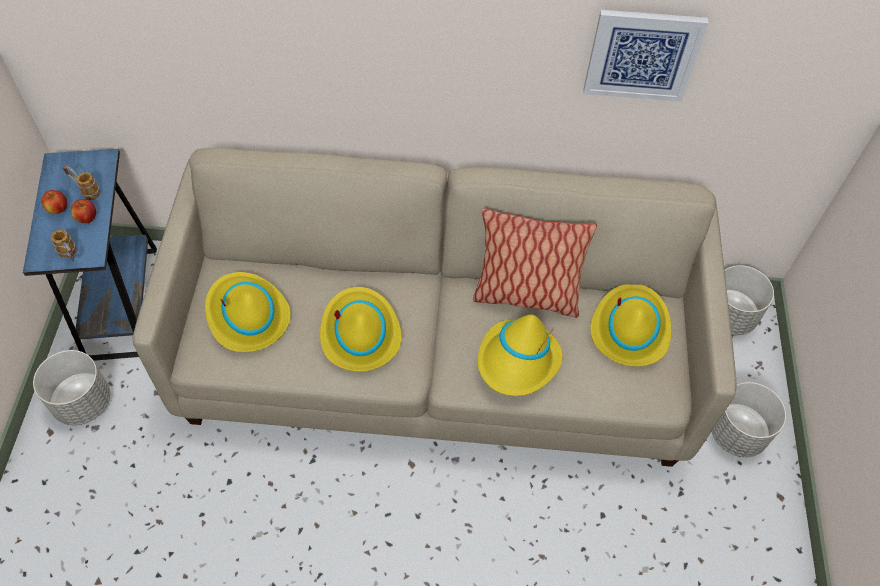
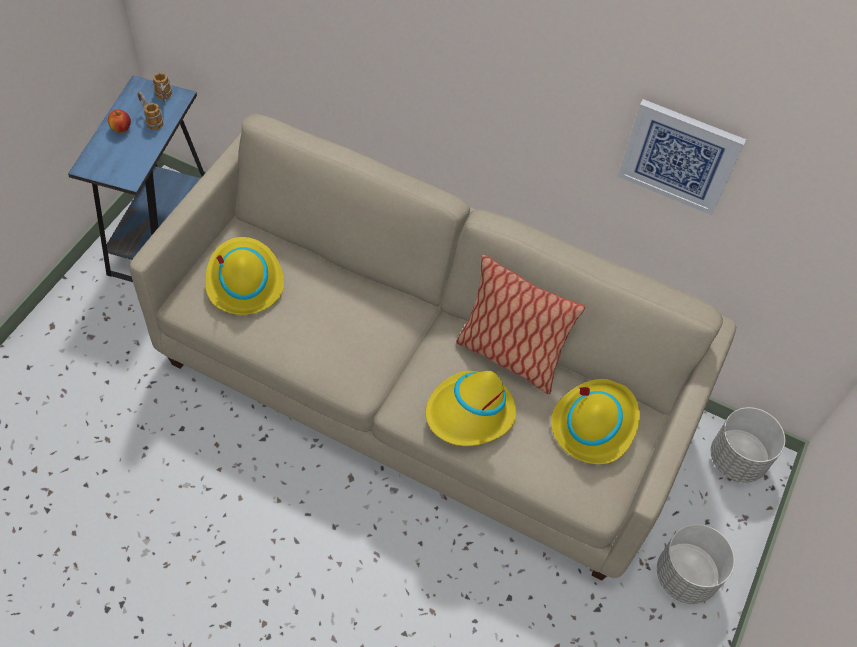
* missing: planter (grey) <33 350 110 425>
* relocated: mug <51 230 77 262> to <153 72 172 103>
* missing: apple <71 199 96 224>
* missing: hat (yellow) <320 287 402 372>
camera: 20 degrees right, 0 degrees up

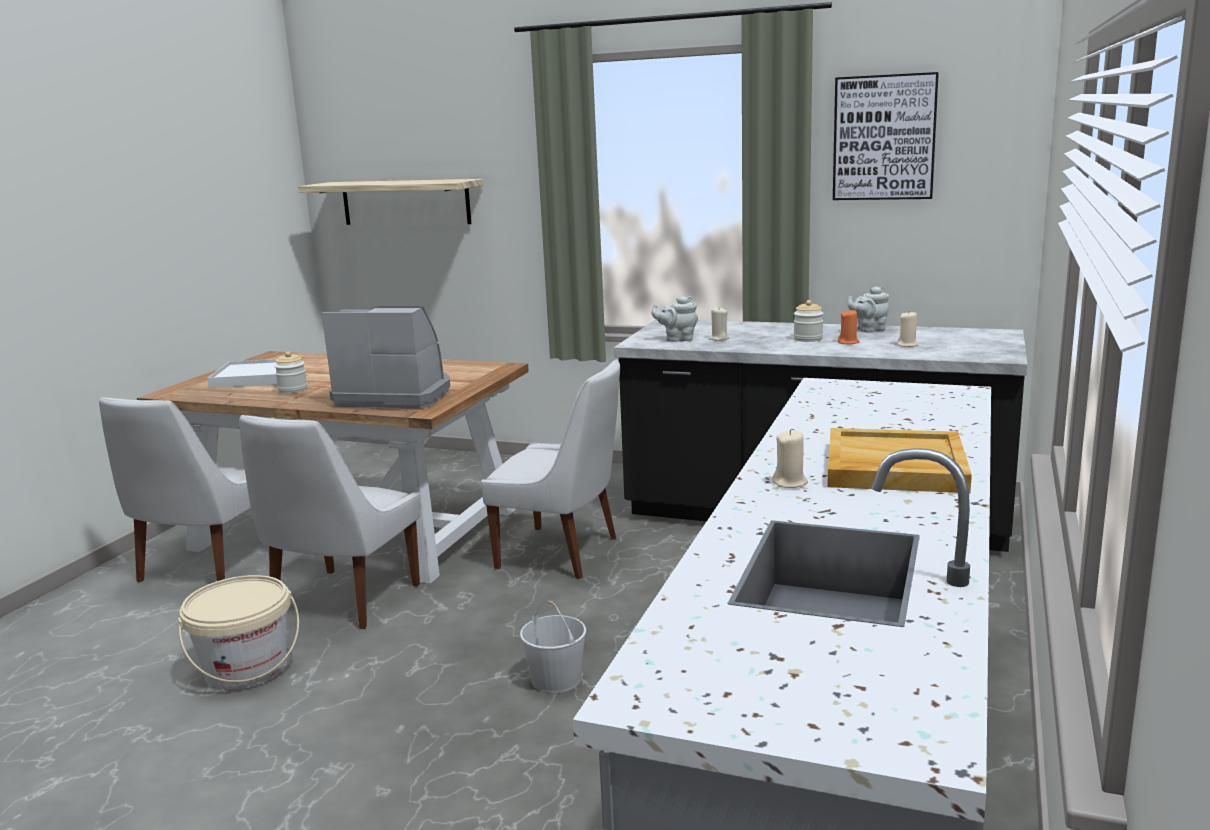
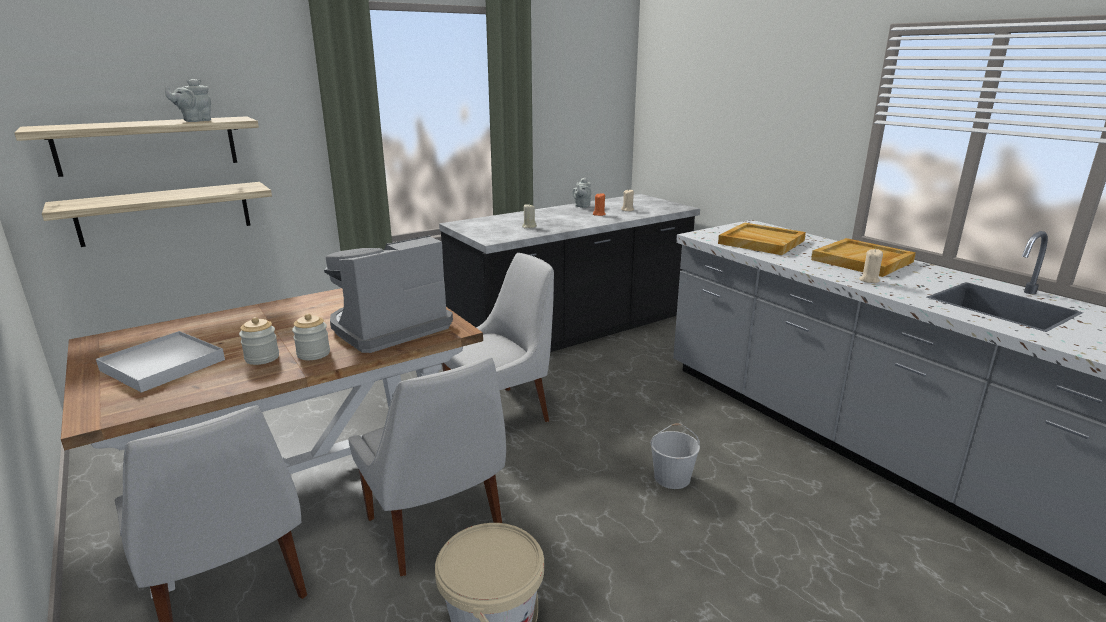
* relocated: teapot (grey) <651 296 698 342> to <165 79 211 122>
* relocated: jar <794 300 824 342> to <292 313 330 360>
* missing: picture <833 72 939 200>
* appeared: shelf <42 182 272 247>
* appeared: tray (beige) <718 223 806 255>
camera: 55 degrees left, 5 degrees up

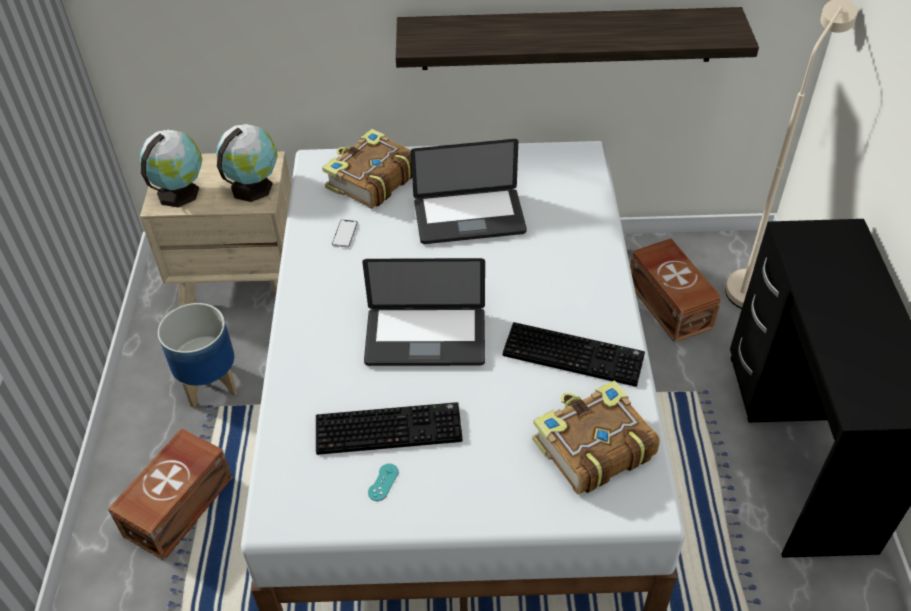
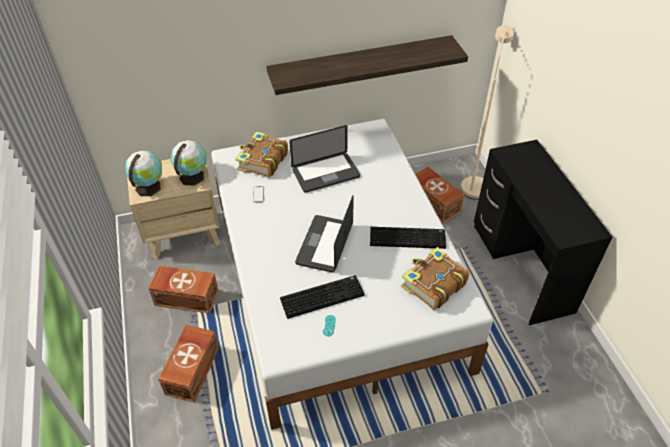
* exchanged: planter <158 303 238 408> to storage box (brown) <148 266 219 314>
* spun: laptop <362 258 485 366> = <295 195 354 273> 120 degrees clockwise
camera: 15 degrees left, 0 degrees up

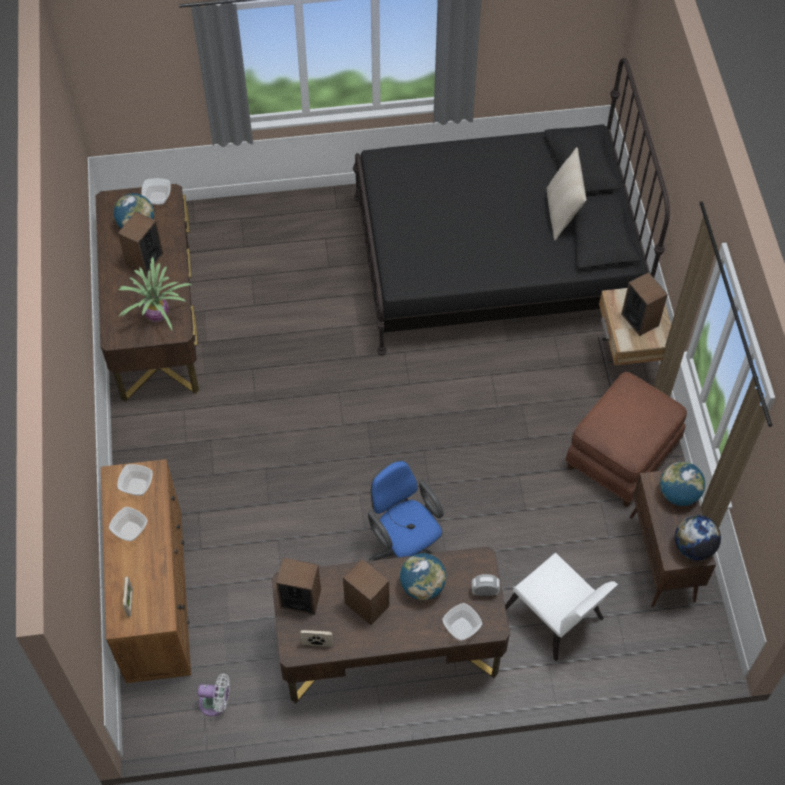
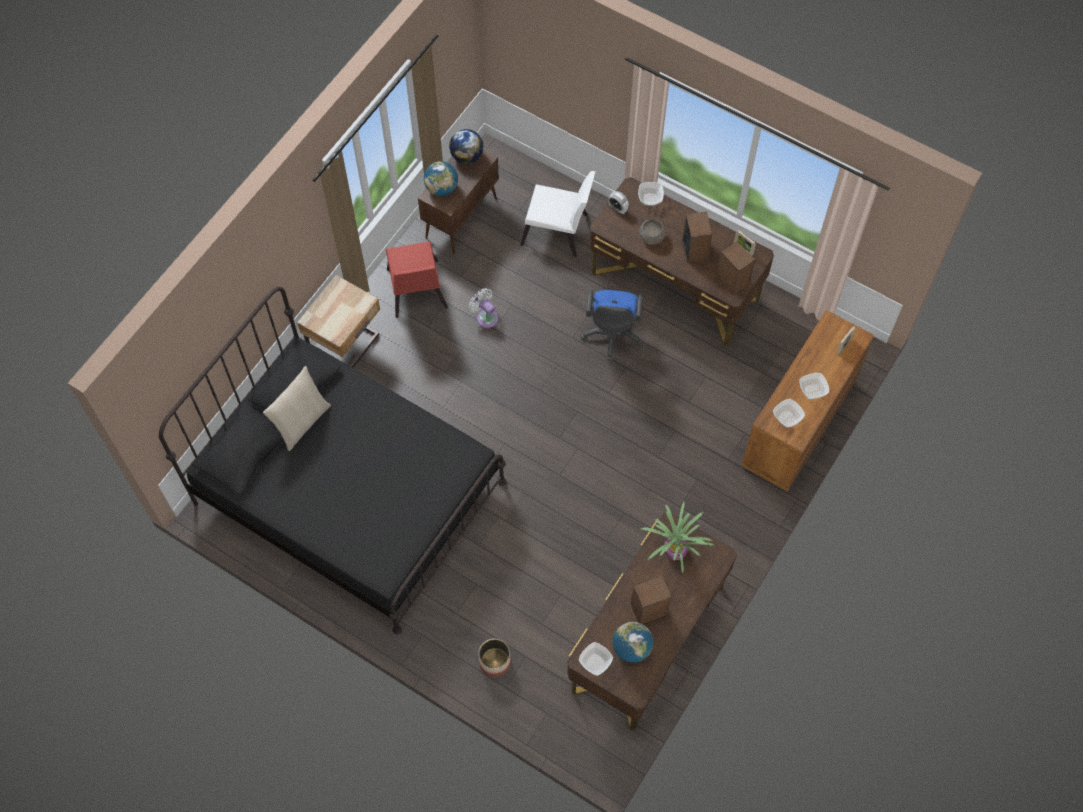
* relocated: fan (white) <198 674 230 716> to <469 288 498 328>
* exchanged: globe <400 553 446 600> to bowl (grey) <639 220 666 245>
* spun: chair (white) <505 553 618 661> = <520 171 596 257> 105 degrees clockwise
* exchanged: ottoman (brown) <565 372 687 507> to chair (red) <386 241 448 318>
* missing: speaker <621 272 668 336>
* appeared: planter <478 639 511 677>
camera: 140 degrees left, 5 degrees up

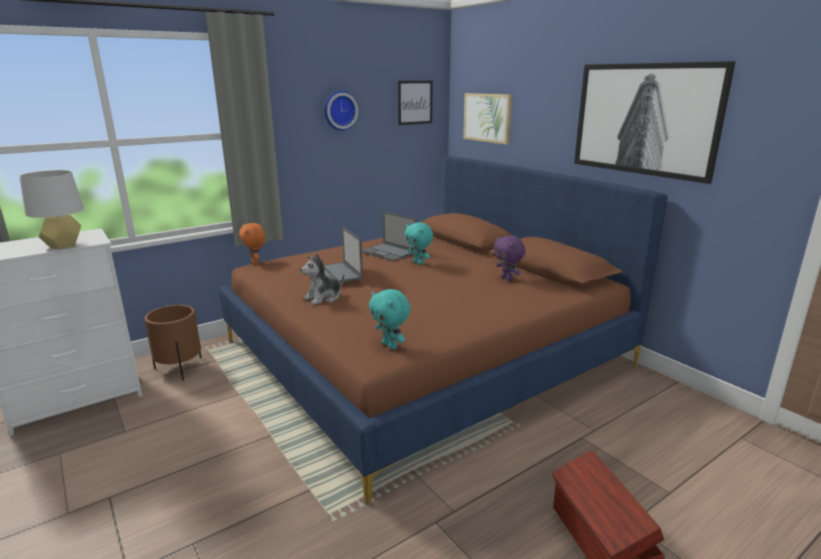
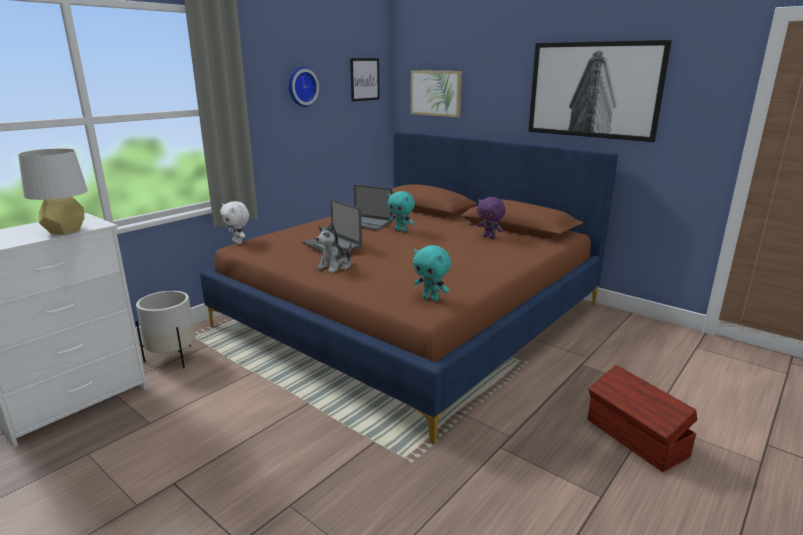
* colour: planter (brown) <145 305 201 381> to planter (white) <136 291 195 369>
* colour: plush toy (orange) <239 223 265 265> to plush toy (white) <220 201 249 244>
camera: 15 degrees left, 0 degrees up

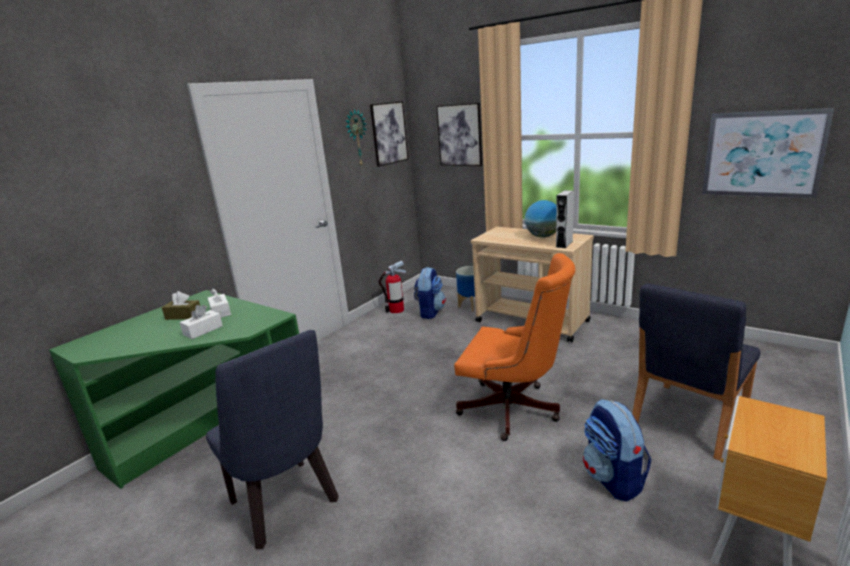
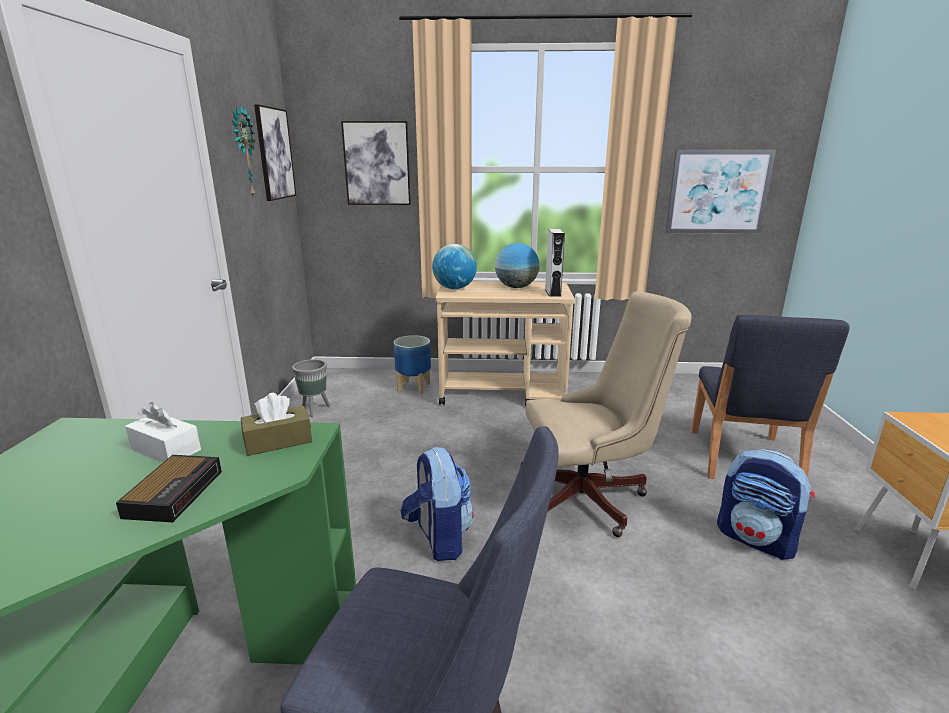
* relocated: tissue box (brown) <162 291 200 320> to <241 393 312 456>
* exchanged: tissue box (white) <180 305 223 339> to alarm clock <116 455 222 522>
* exchanged: fire extinguisher <378 261 406 313> to planter (grey) <292 359 330 417>
* relocated: backpack <414 267 446 319> to <401 447 474 561>
* colour: office chair (orange) <454 253 575 441> to office chair (beige) <521 291 692 537>
* appeared: globe <432 244 477 289>
camera: 35 degrees left, 0 degrees up

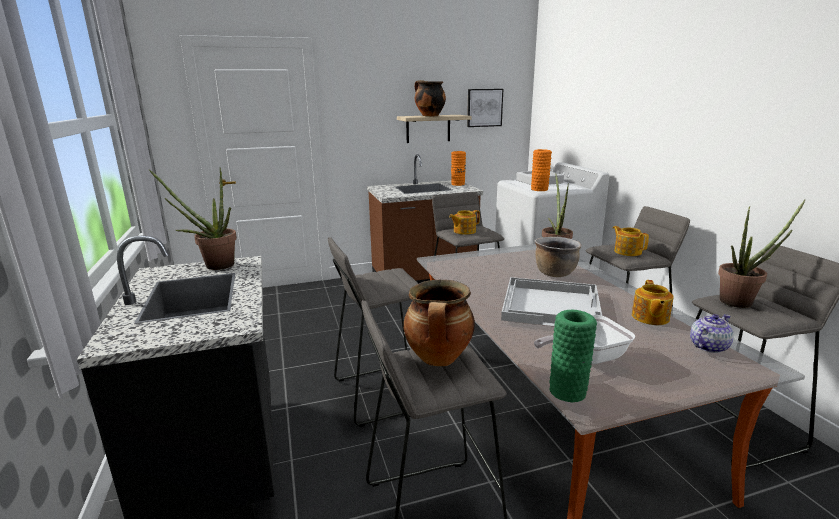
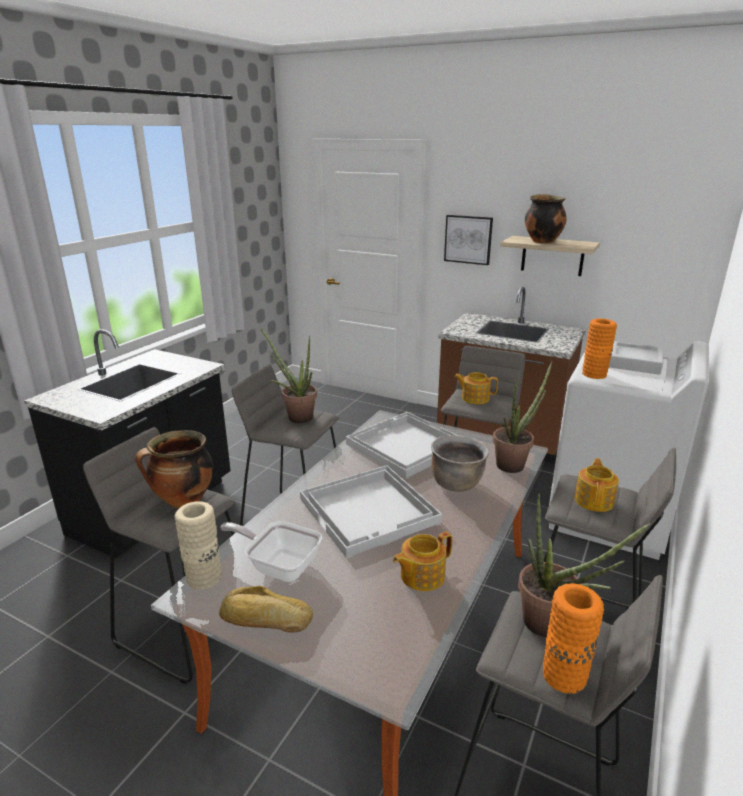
* relocated: potted plant <149 167 237 270> to <260 327 317 423>
* relocated: vase (orange) <451 151 466 186> to <543 583 604 694>
* relocated: picture <467 89 503 127> to <444 215 493 265>
* colour: vase (green) <549 310 597 402> to vase (beige) <175 501 221 590>
* missing: teapot <690 314 734 353>
* appeared: bread <219 586 313 633>
* appeared: tray (white) <346 412 456 478>
camera: 45 degrees right, 5 degrees up

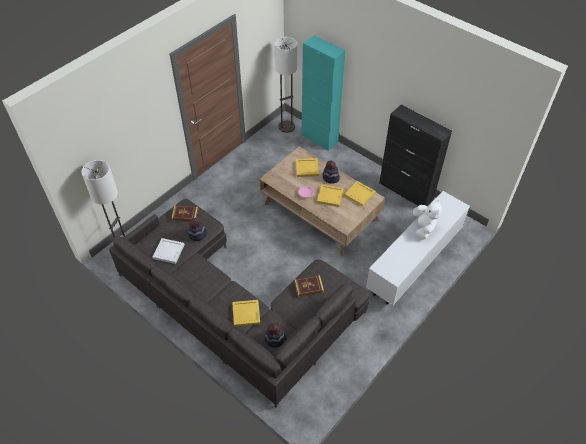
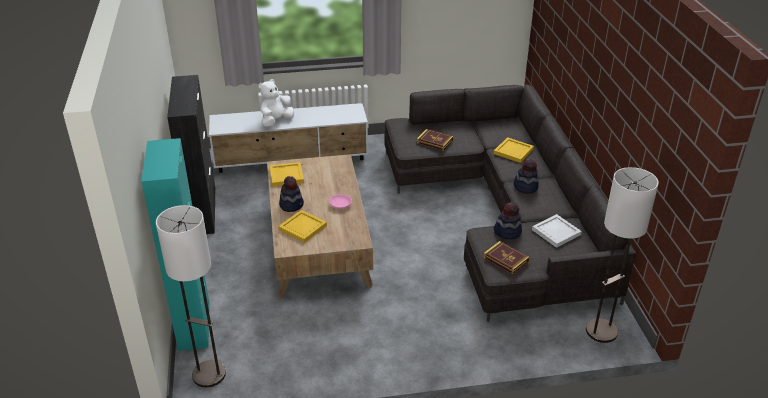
* relocated: hat <264 323 287 348> to <513 159 539 194>
* missing: tray (yellow) <317 184 344 207>
camera: 140 degrees left, 15 degrees down

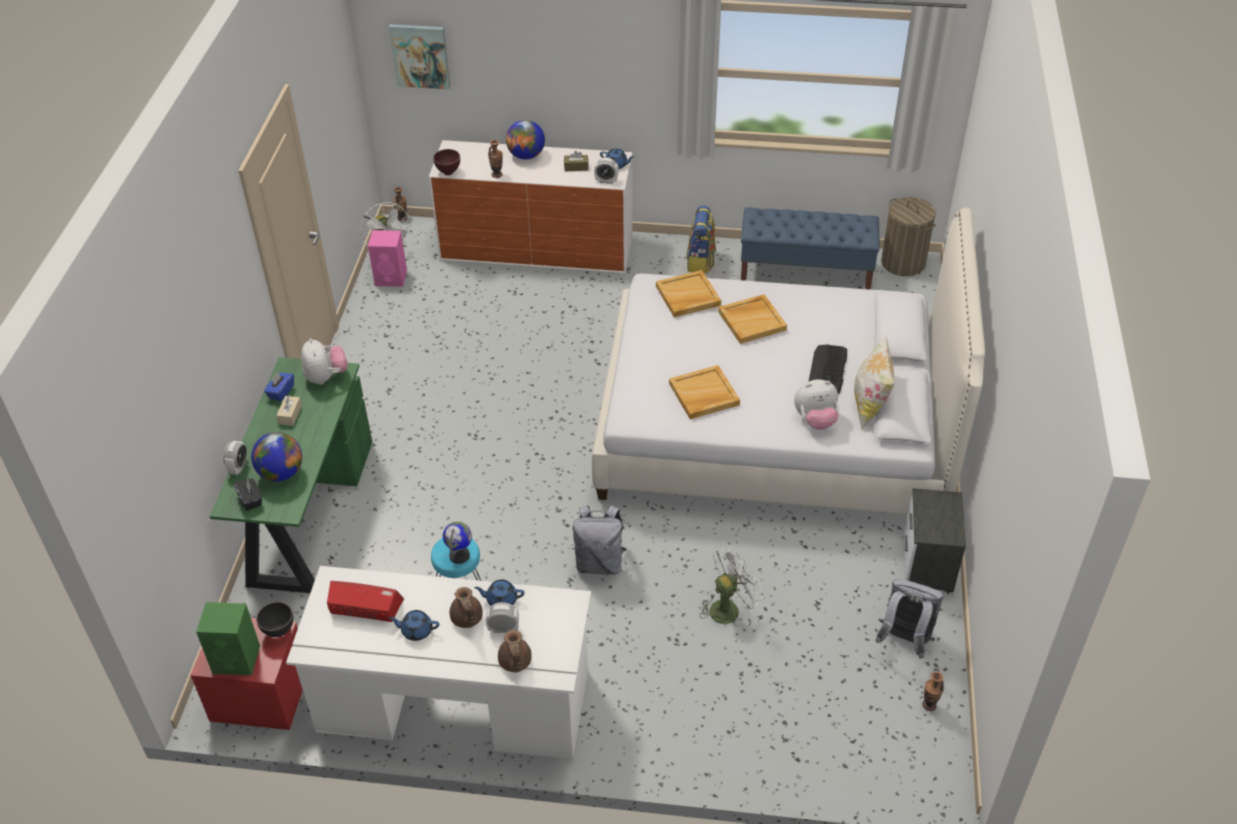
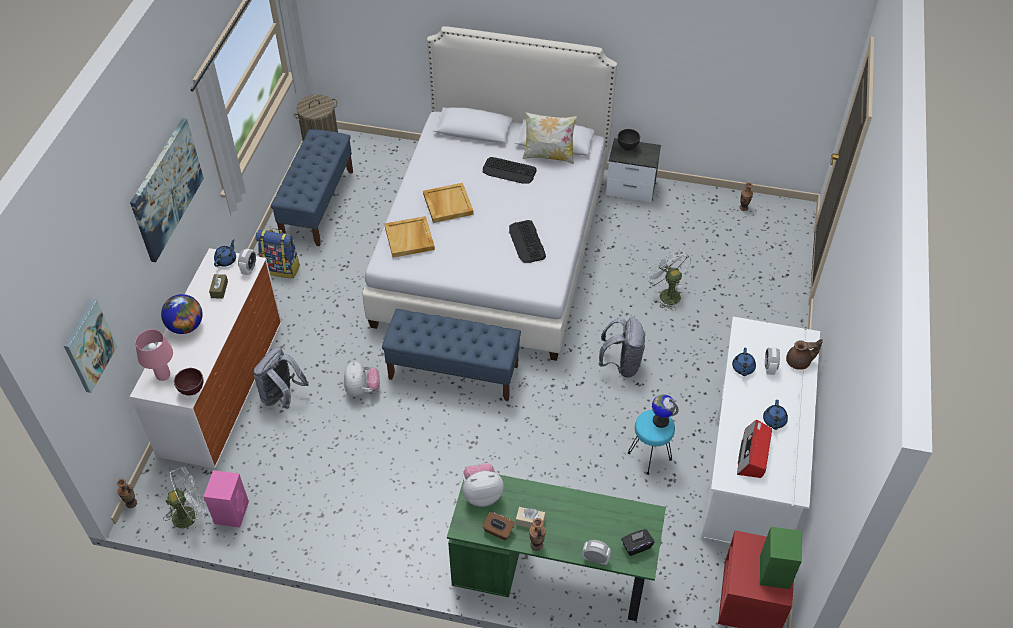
* missing: globe <251 432 302 482>
* relocated: bowl (black) <256 602 293 637> to <618 129 640 151>
* colour: tissue box (blue) <264 372 294 401> to tissue box (brown) <482 512 515 540>
* missing: teapot (brown) <450 587 483 628>
* relocated: vase <488 140 503 178> to <529 518 546 551>
* exchanged: tray (beige) <669 365 740 419> to keyboard <509 220 546 263>
* relocated: plush toy <794 379 839 430> to <344 361 380 396>
* relocated: backpack (grey) <875 579 943 658> to <253 347 309 409>
* appeared: picture <130 118 204 262>
* appeared: table lamp (pink) <135 329 173 381>
* appeared: bench (blue) <382 309 521 401>
camera: 85 degrees left, 5 degrees up

